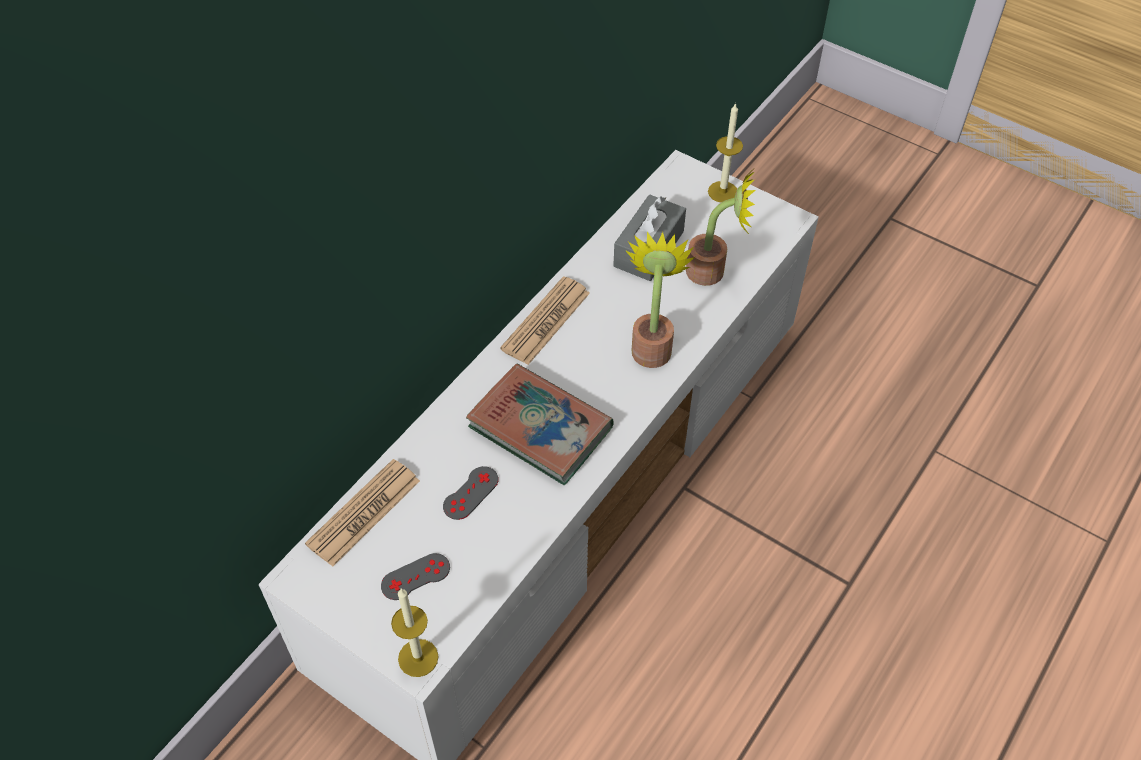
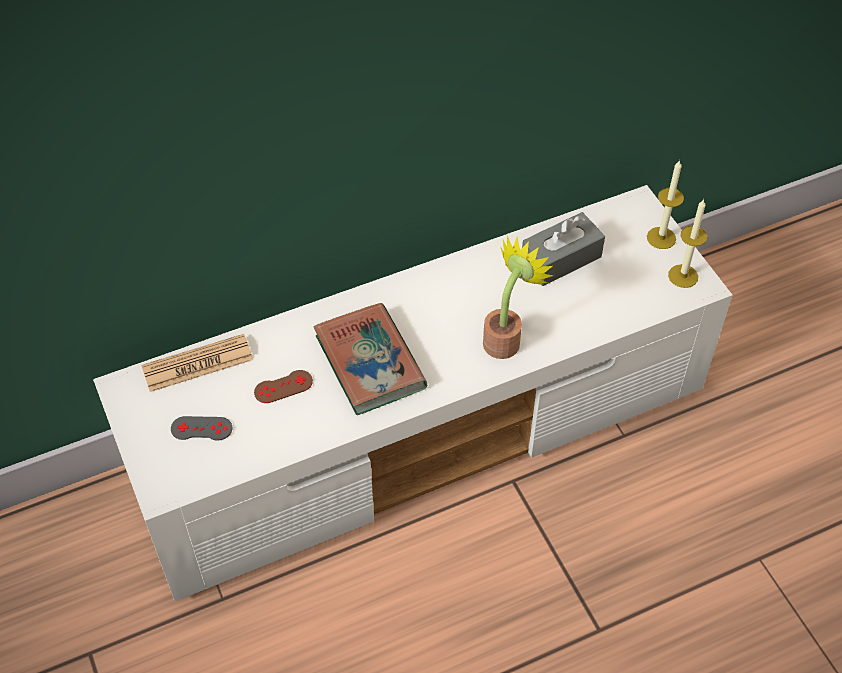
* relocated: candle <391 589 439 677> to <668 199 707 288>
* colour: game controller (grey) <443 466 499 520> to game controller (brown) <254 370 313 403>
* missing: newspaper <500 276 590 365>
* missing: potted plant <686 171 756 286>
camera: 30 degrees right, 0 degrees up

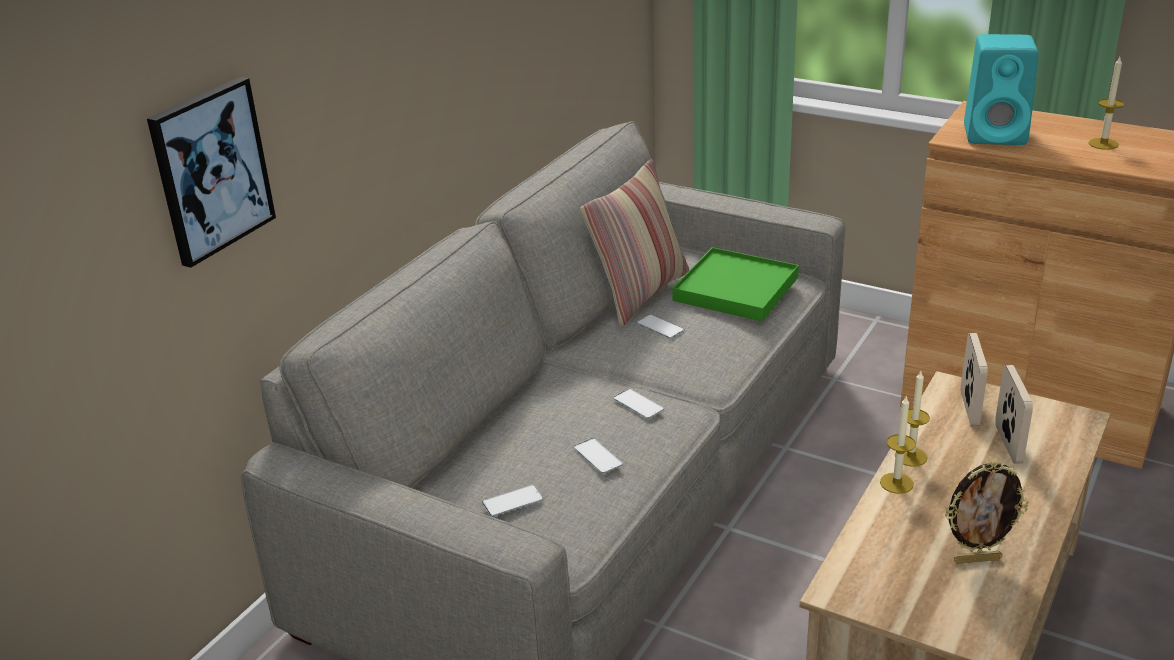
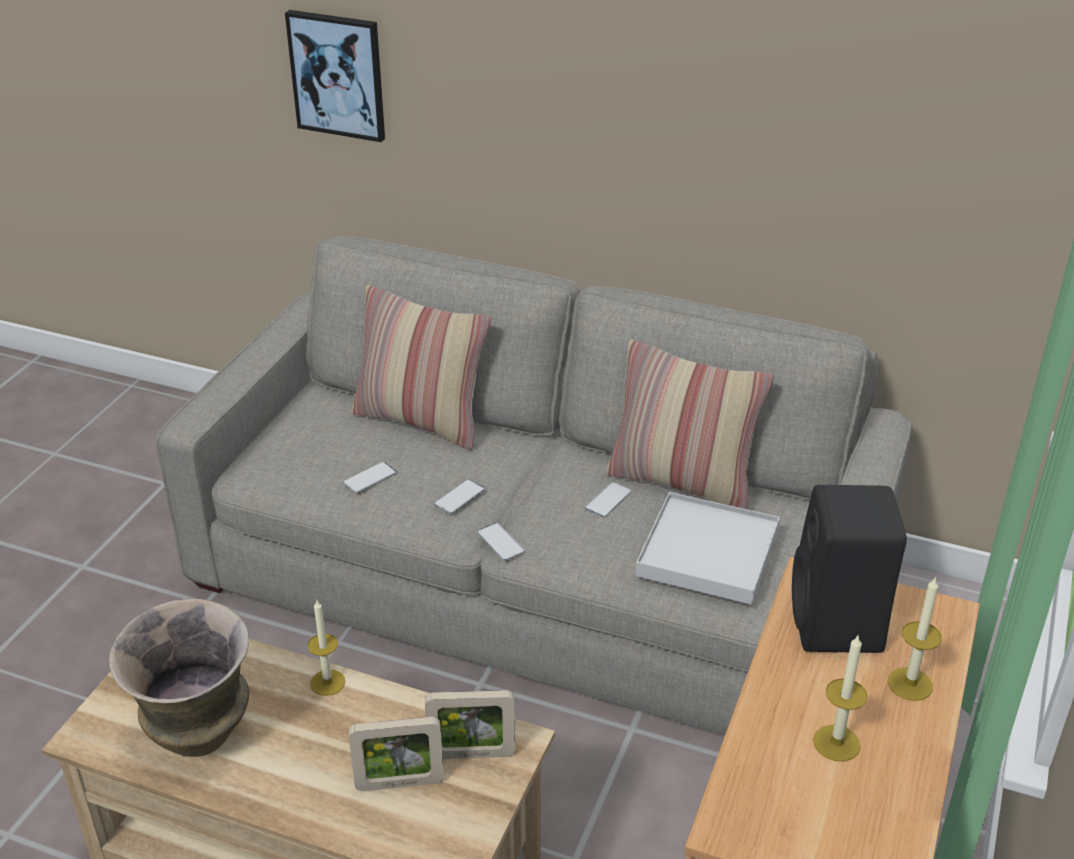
* relocated: phone <482 485 543 516> to <477 522 525 561>
* colour: tray (green) <673 247 799 321> to tray (white) <636 492 780 605>
* relocated: candle <895 371 930 467> to <888 576 942 701>
* exchanged: picture frame <945 461 1029 564> to vase <109 599 249 757>
* colour: speaker (turquoise) <964 34 1039 145> to speaker (black) <792 485 907 653>
* appeared: pillow <351 285 491 450>
camera: 80 degrees right, 5 degrees up

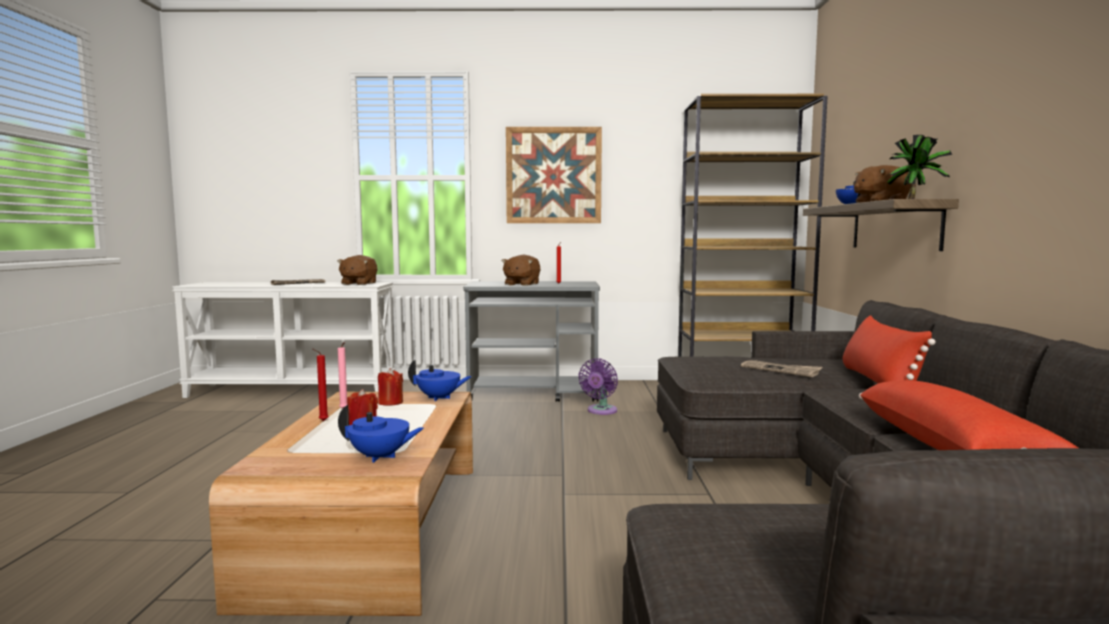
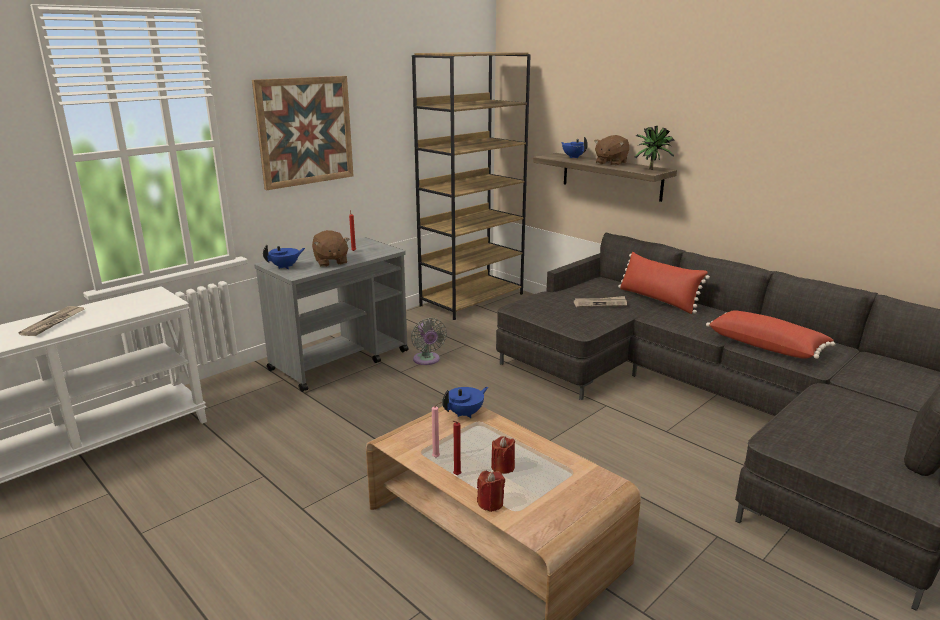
* missing: plush toy (brown) <337 255 378 285>
* relocated: teapot (blue) <338 405 424 463> to <263 245 305 269>
* relocated: candle (red) <378 368 403 406> to <477 471 505 512>
* colour: fan (purple) <579 358 618 415> to fan (grey) <411 318 447 365>
camera: 45 degrees left, 15 degrees up

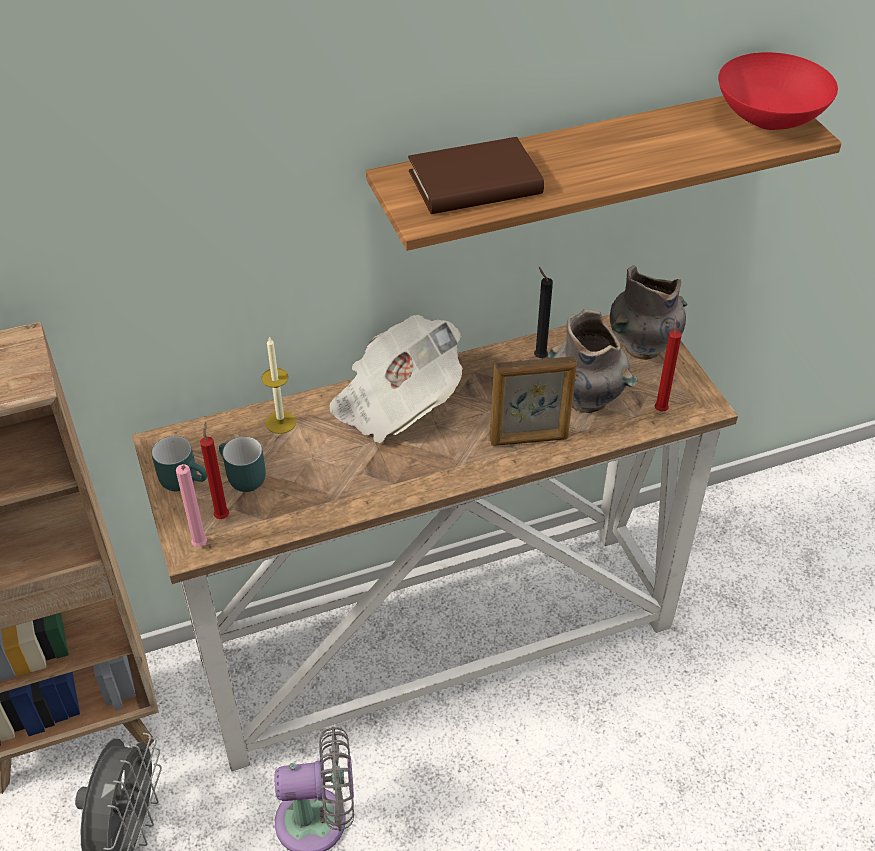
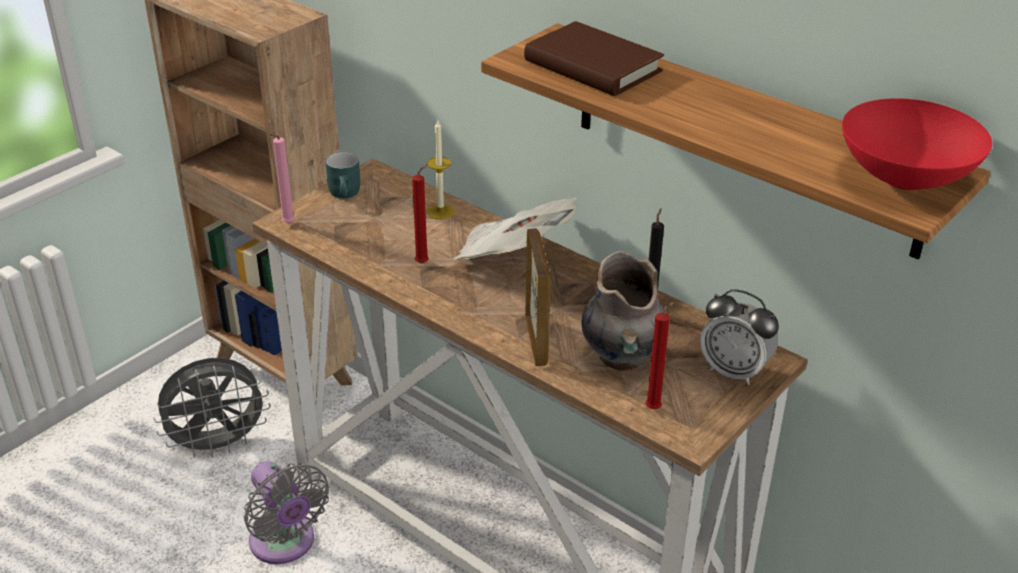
* relocated: candle (red) <200 422 229 519> to <412 164 429 263>
* missing: mug (turquoise) <219 437 266 492>
* spun: picture frame <490 356 577 446> = <525 228 551 366> 150 degrees counterclockwise
* exchanged: vase (grey) <610 265 688 360> to alarm clock <700 289 779 385>
camera: 60 degrees right, 10 degrees down

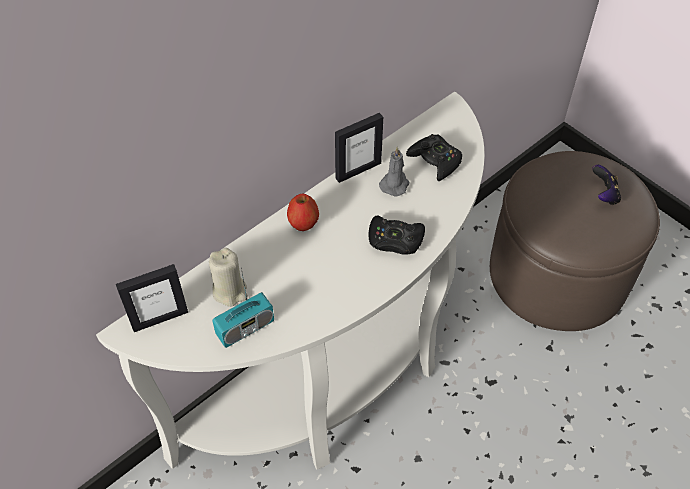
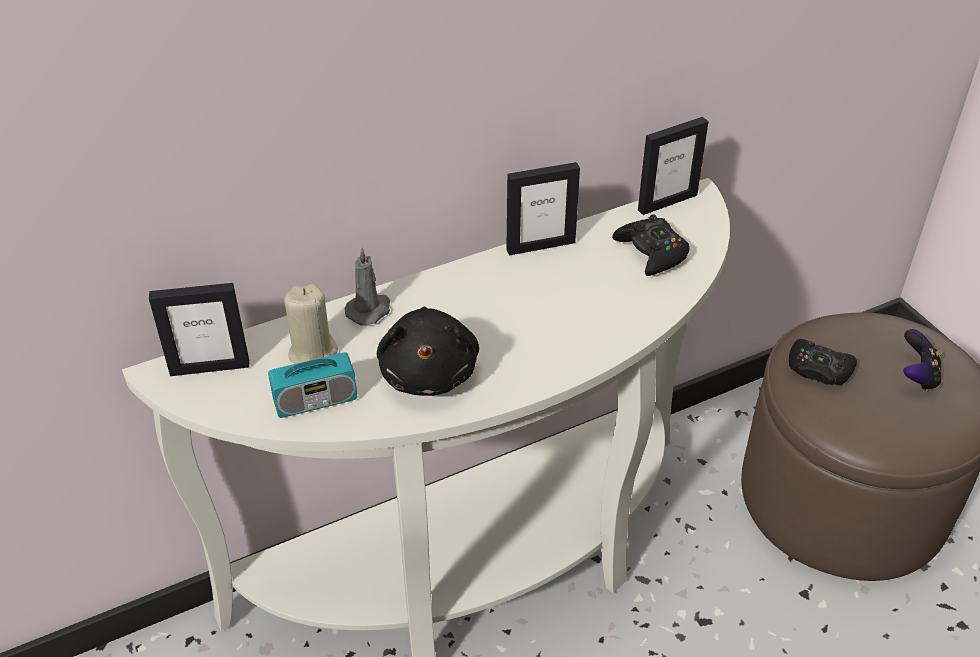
* missing: apple <287 193 319 231>
* relocated: game controller (black) <368 215 425 255> to <789 339 857 385>
* relocated: candle (grey) <379 146 409 196> to <344 248 390 326>
* appeared: plush toy (black) <377 307 479 396>
* appeared: picture frame <638 117 709 215>
camera: 15 degrees right, 10 degrees down

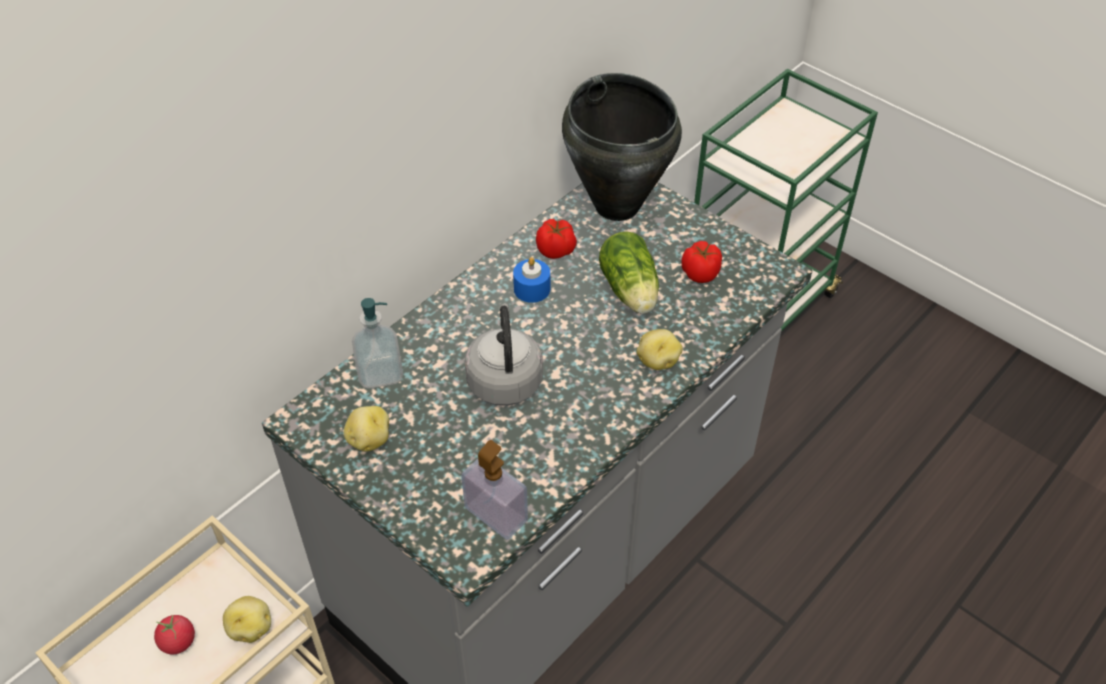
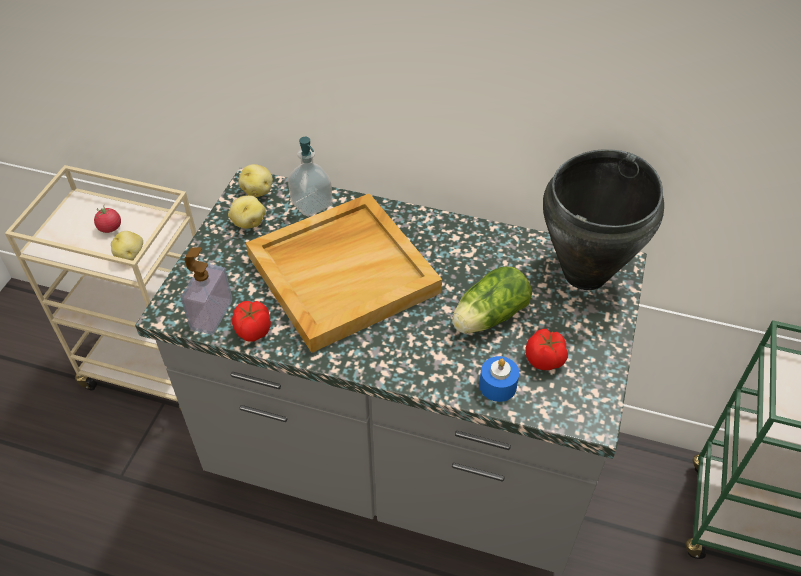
* exchanged: kettle (grey) <465 303 543 406> to tray (beige) <246 193 442 353>
* relocated: candle (blue) <513 257 550 303> to <479 356 519 402>
* relocated: tomato <536 219 577 259> to <232 301 271 342>
* relocated: potato <637 329 683 370> to <239 164 273 197>
camera: 65 degrees right, 0 degrees up

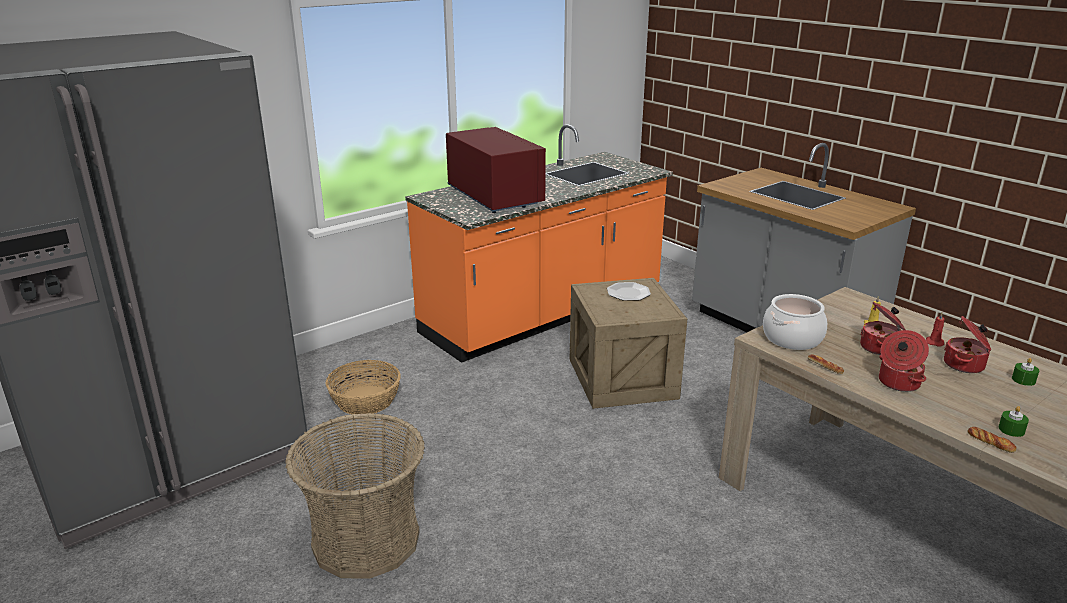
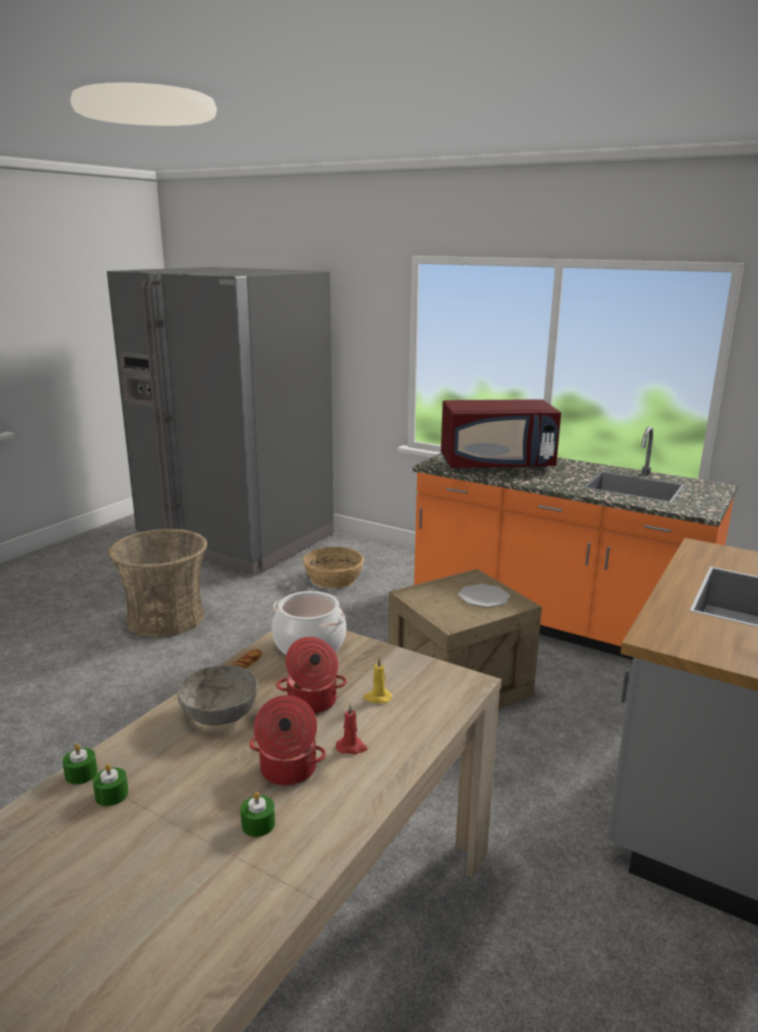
* spun: microwave (red) <446 127 546 213> = <441 400 561 470> 45 degrees clockwise
* exchanged: cooking pot <879 330 929 392> to bowl (grey) <177 665 258 726>
* exchanged: bread <968 427 1017 453> to candle (green) <63 743 98 785>
camera: 70 degrees right, 5 degrees down

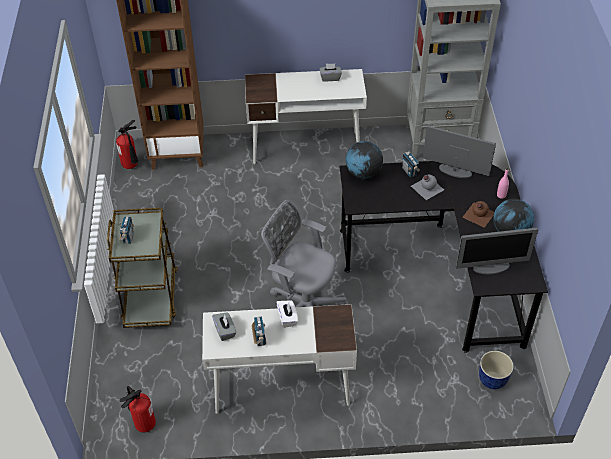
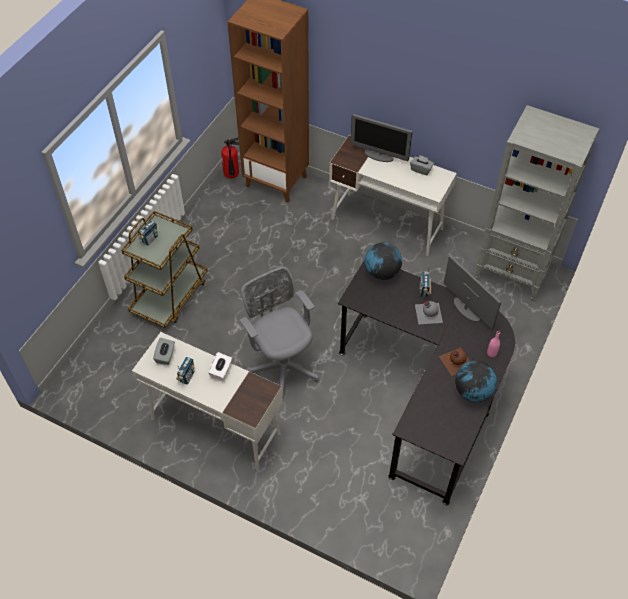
* missing: fire extinguisher <119 386 156 433>
* relocated: monitor <456 228 538 274> to <350 114 413 162>
* missing: planter <479 351 514 389>
camera: 30 degrees right, 5 degrees up

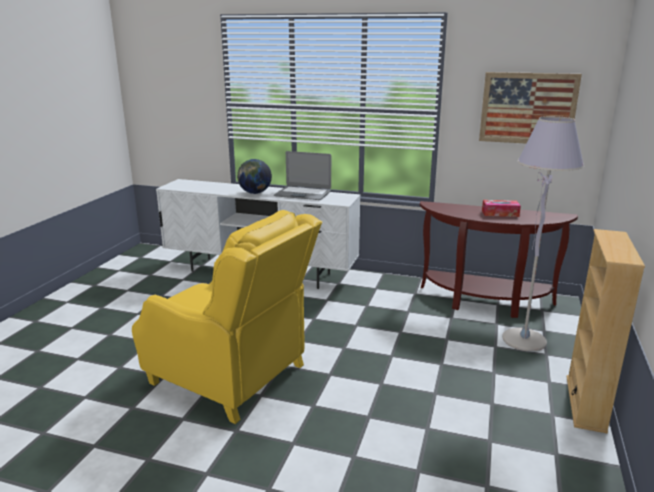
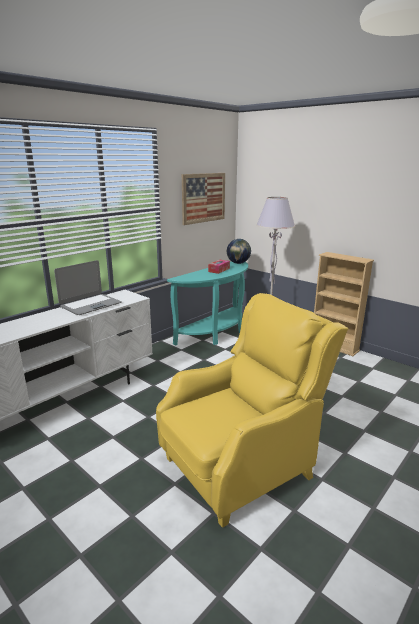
* relocated: globe <237 159 272 194> to <227 239 251 264>
* colour: console table (brown) <420 201 578 318> to console table (turquoise) <167 261 248 345>
camera: 65 degrees left, 0 degrees up

